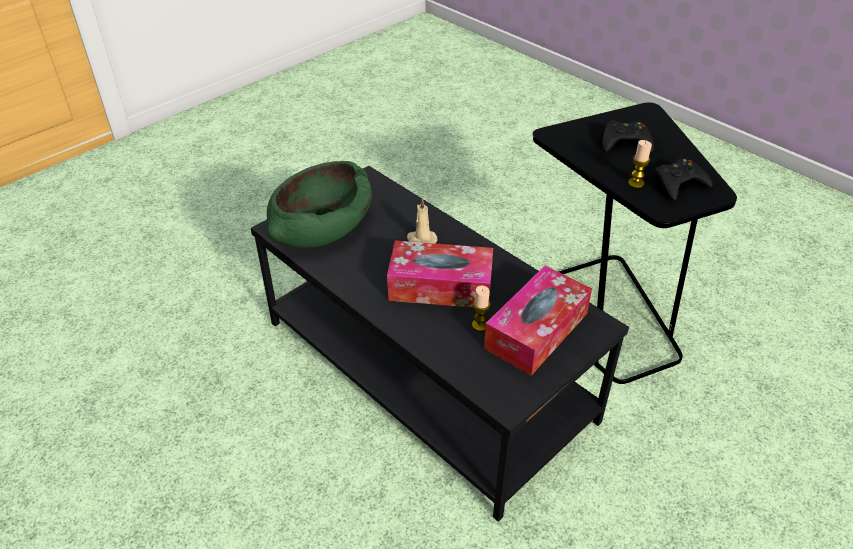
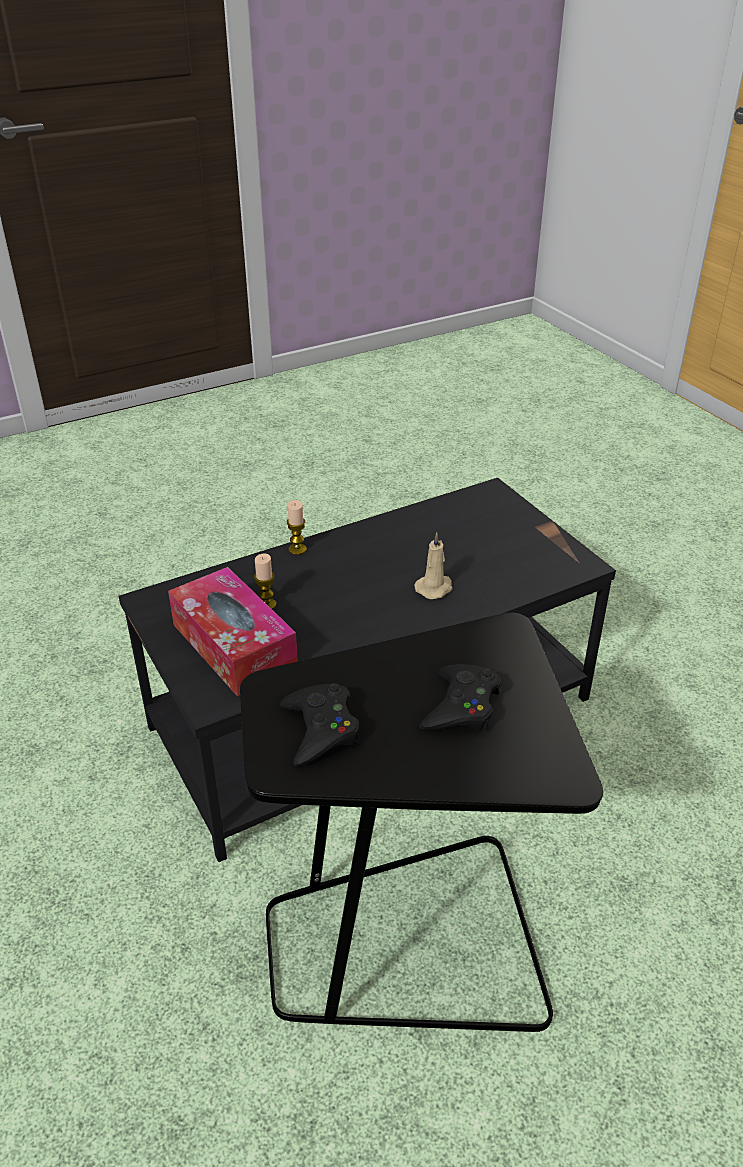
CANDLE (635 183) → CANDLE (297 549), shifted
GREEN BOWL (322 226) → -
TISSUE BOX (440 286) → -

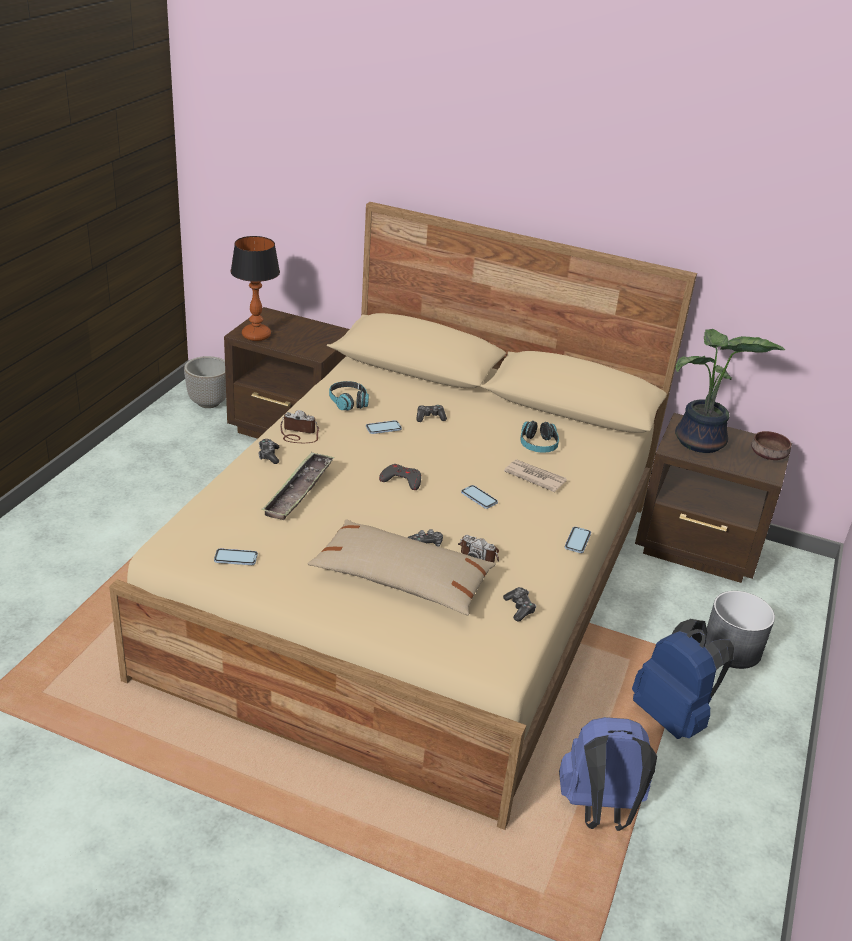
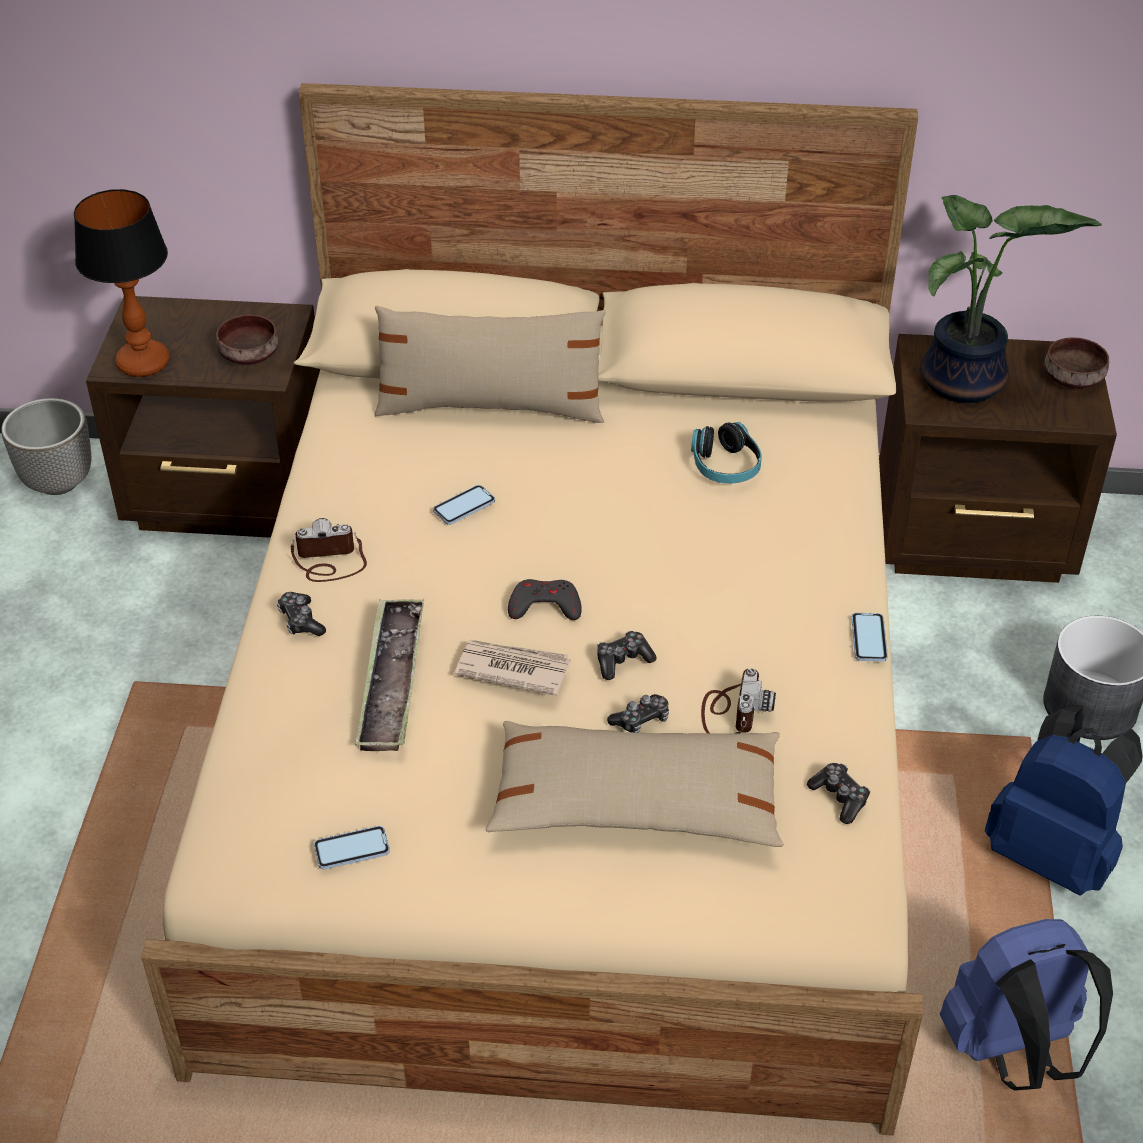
- → BROWN BOWL (251 354)
- → BEIGE PILLOW (490 407)
NEWSPAPER (534 477) → NEWSPAPER (512 669), shifted
GAME CONTROLLER (430 417) → GAME CONTROLLER (623 661), shifted
PHOTO CAMERA (479 553) → PHOTO CAMERA (732 712), 90 degrees counterclockwise
HEADPHONES (348 402) → -
PHONE (479 498) → -

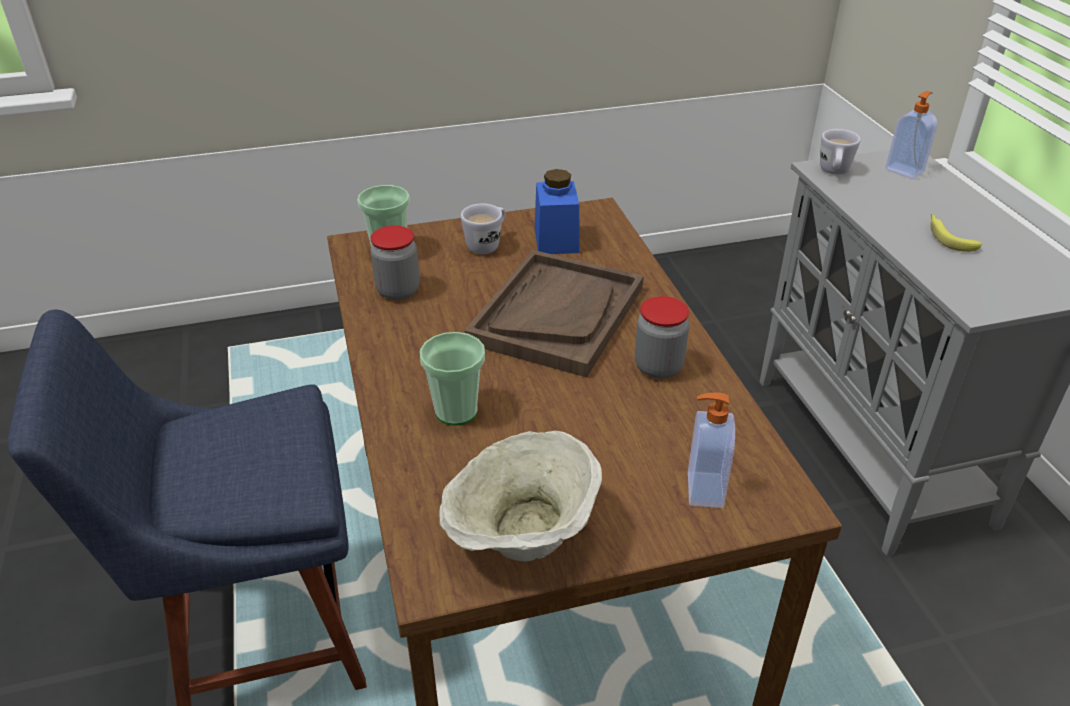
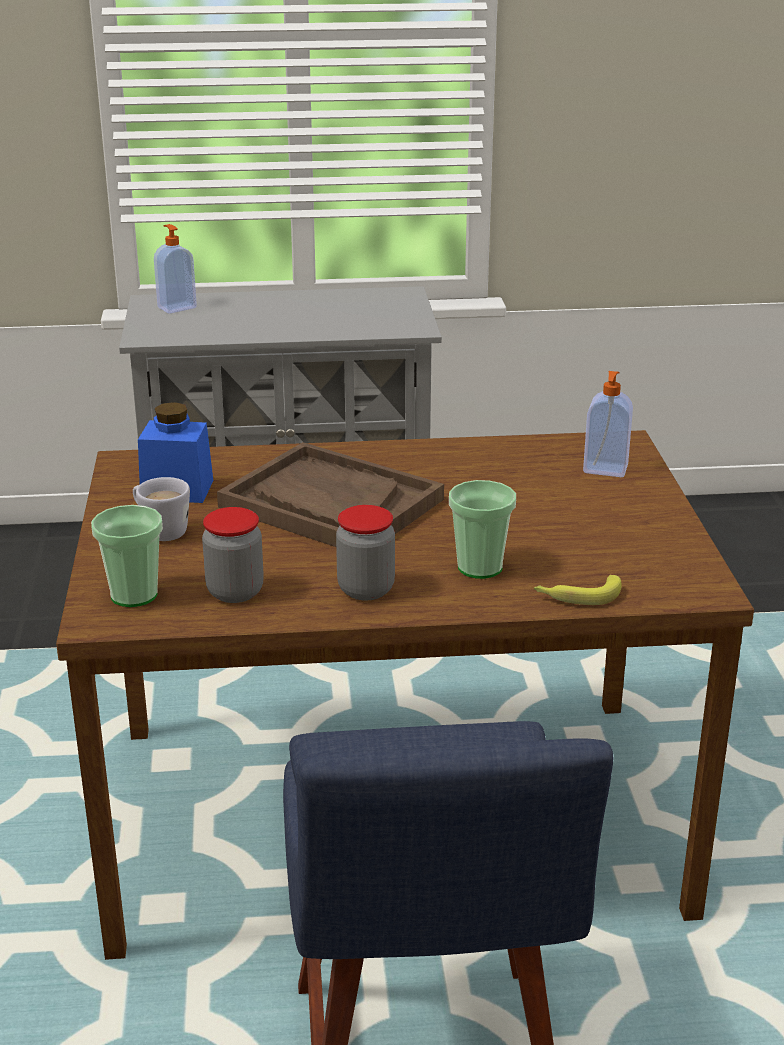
JAR (658 367) → JAR (366 589), shifted
BANANA (948 237) → BANANA (577 596), shifted
BEIGE BOWL (521 535) → -
WHITE MUG (833 172) → -

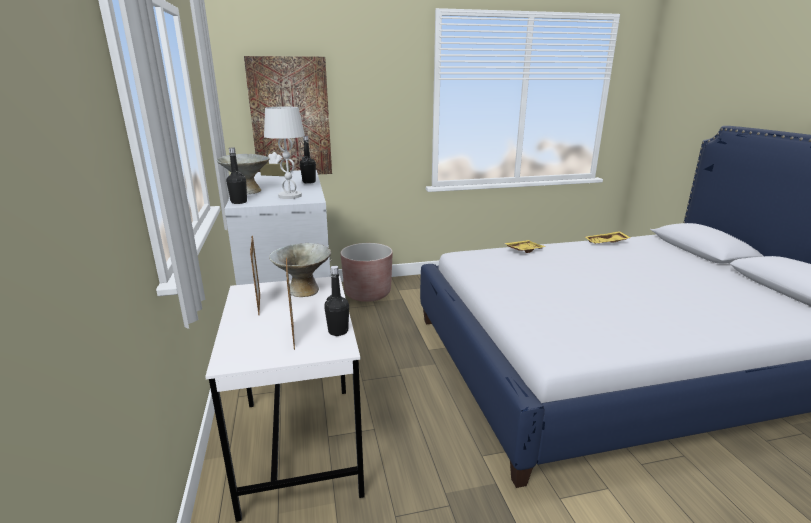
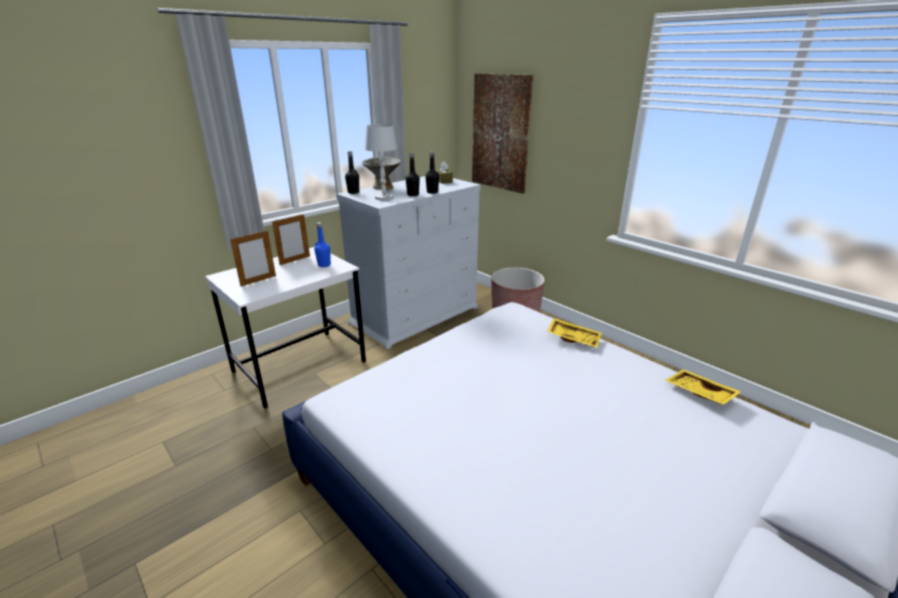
GREY BOWL (303 290) → BLUE BOTTLE (324 265)
BLACK BOTTLE (338 331) → BLACK BOTTLE (413 195), shifted

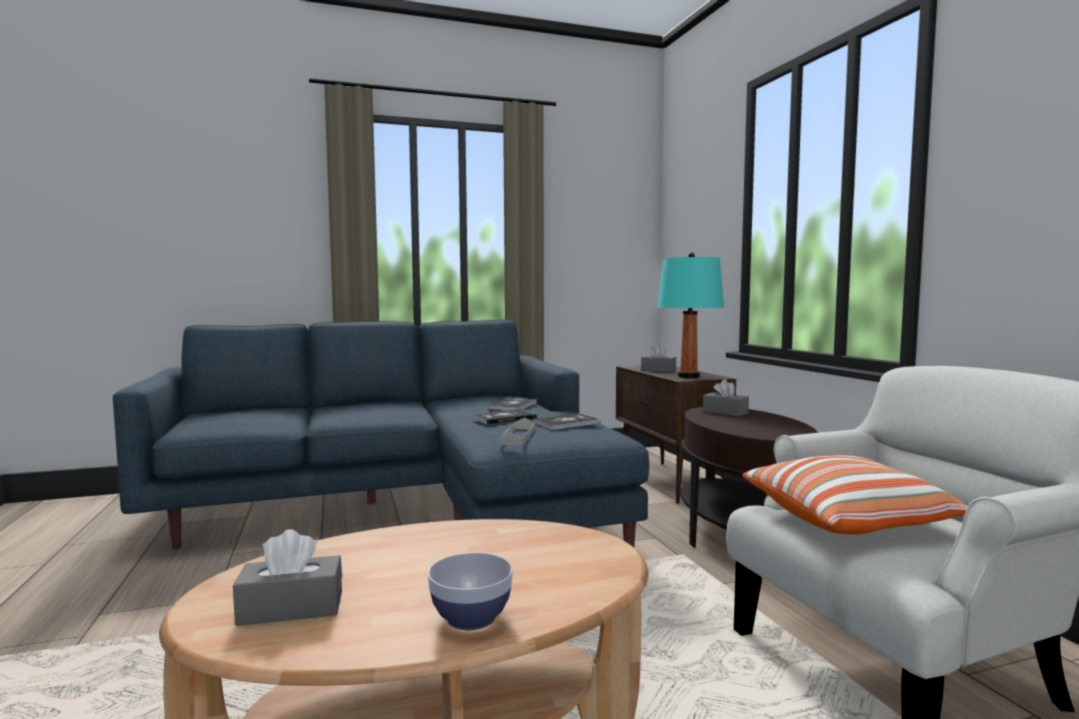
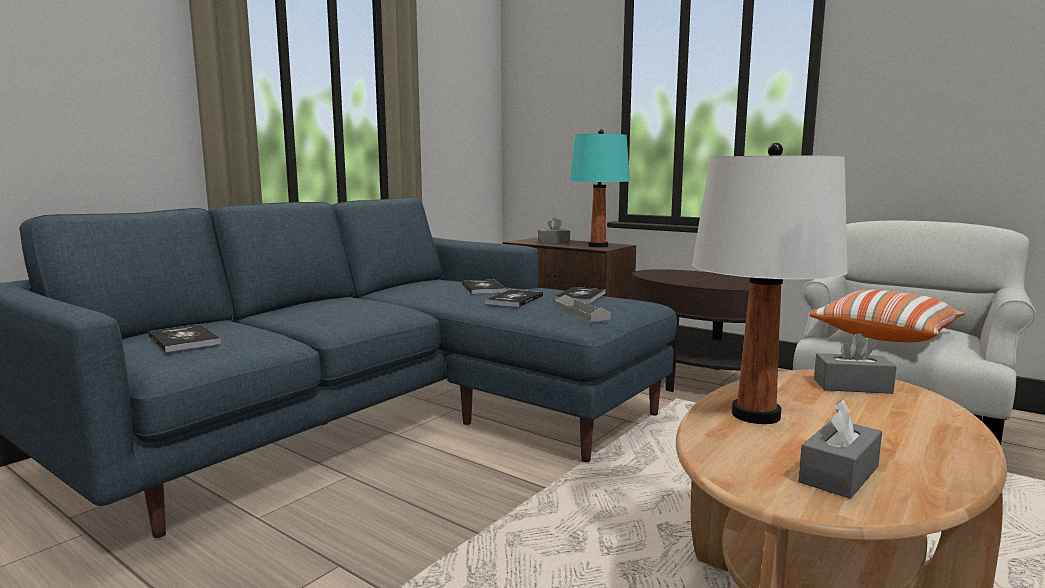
- → BOOK (184 340)
- → WHITE TABLE LAMP (755 415)
GREY TISSUE BOX (725 412) → GREY TISSUE BOX (852 386), shifted
BOWL (471 617) → -

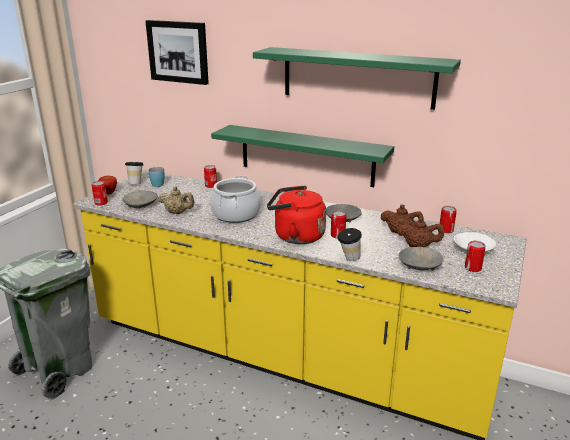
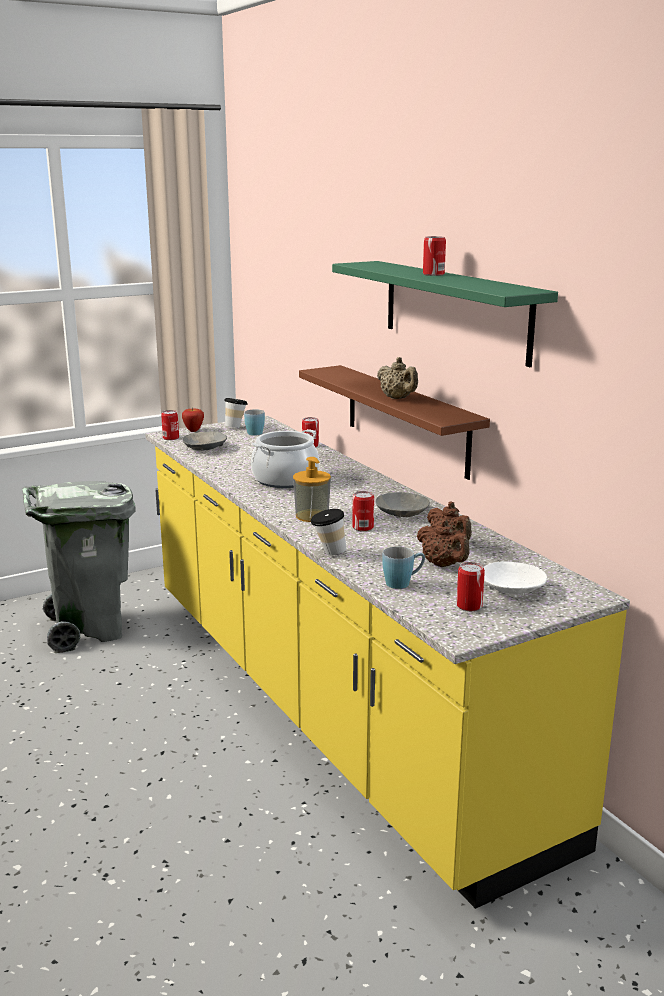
RED KETTLE (296 236) → SOAP DISPENSER (312 516)
GREEN SHELF (306 155) → BROWN SHELF (406 419)
BEIGE TEAPOT (177 213) → BEIGE TEAPOT (397 398), shifted
GREY BOWL (419 265) → BLUE MUG (403 583)
CAN (446 230) → CAN (433 274), shifted
PICTURE (178 52) → -

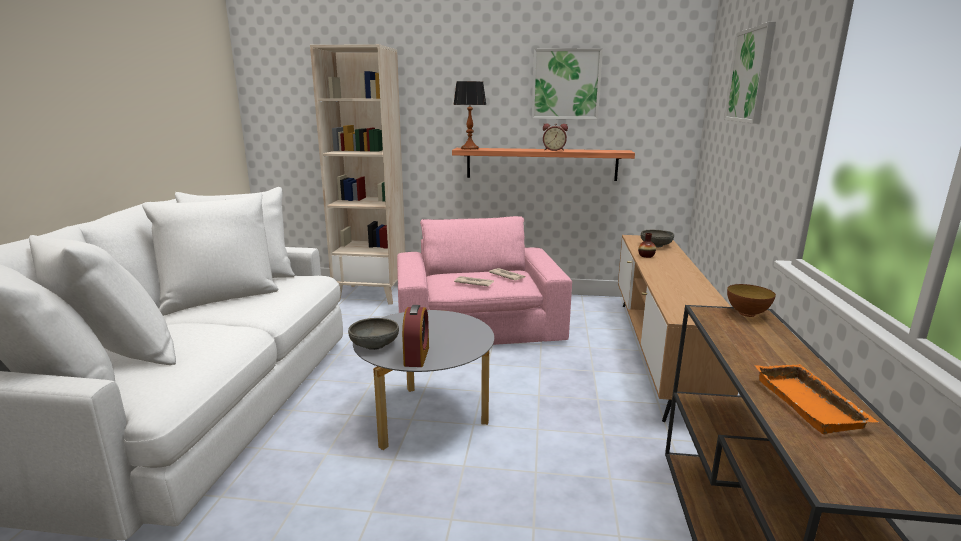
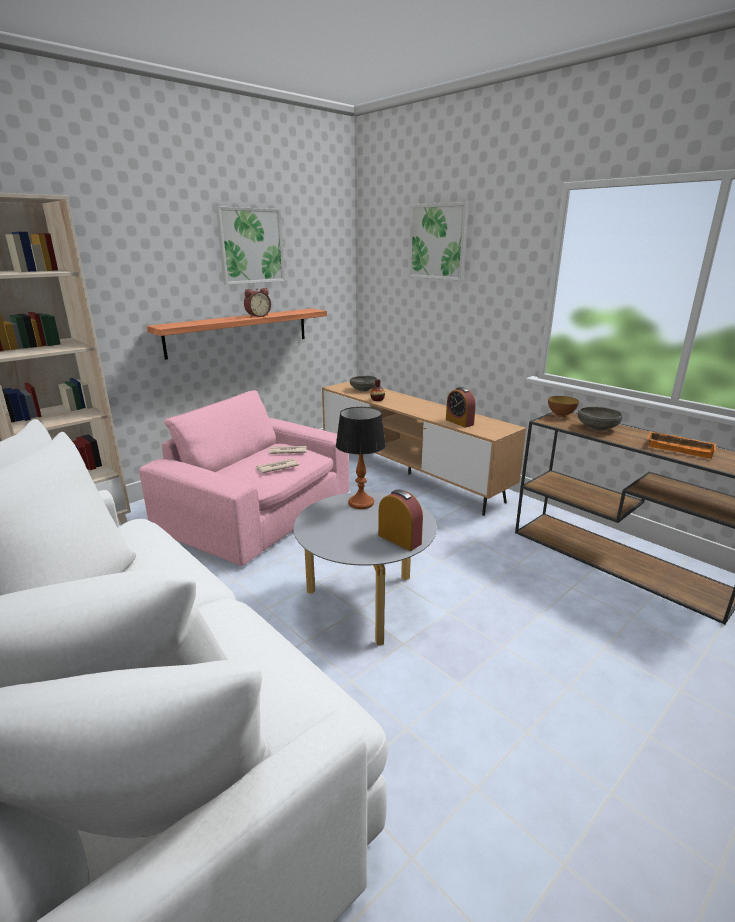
TABLE LAMP (469 148) → TABLE LAMP (360 503), shifted
- → ALARM CLOCK (459 422)
GREY BOWL (374 345) → GREY BOWL (597 428), shifted

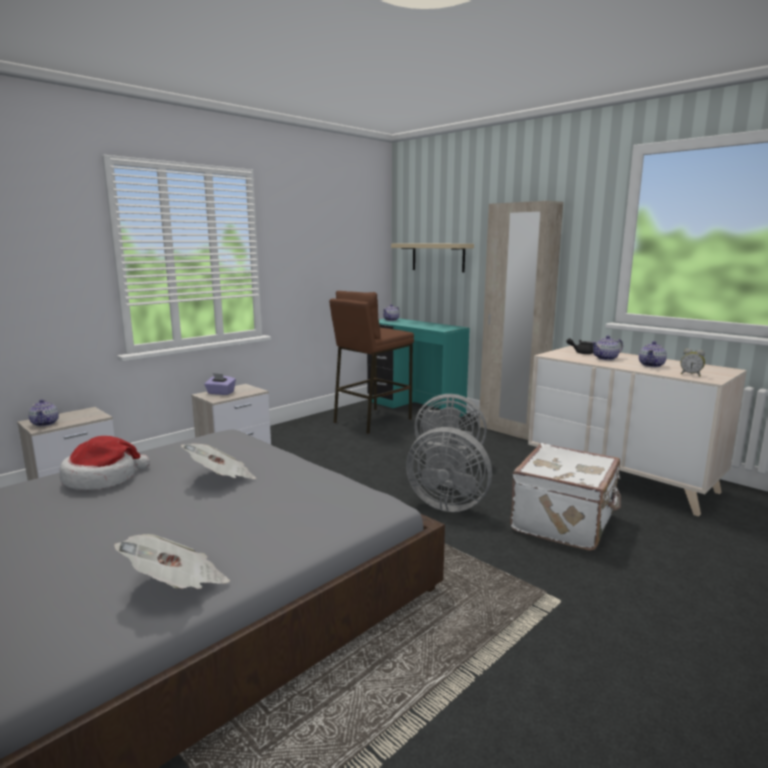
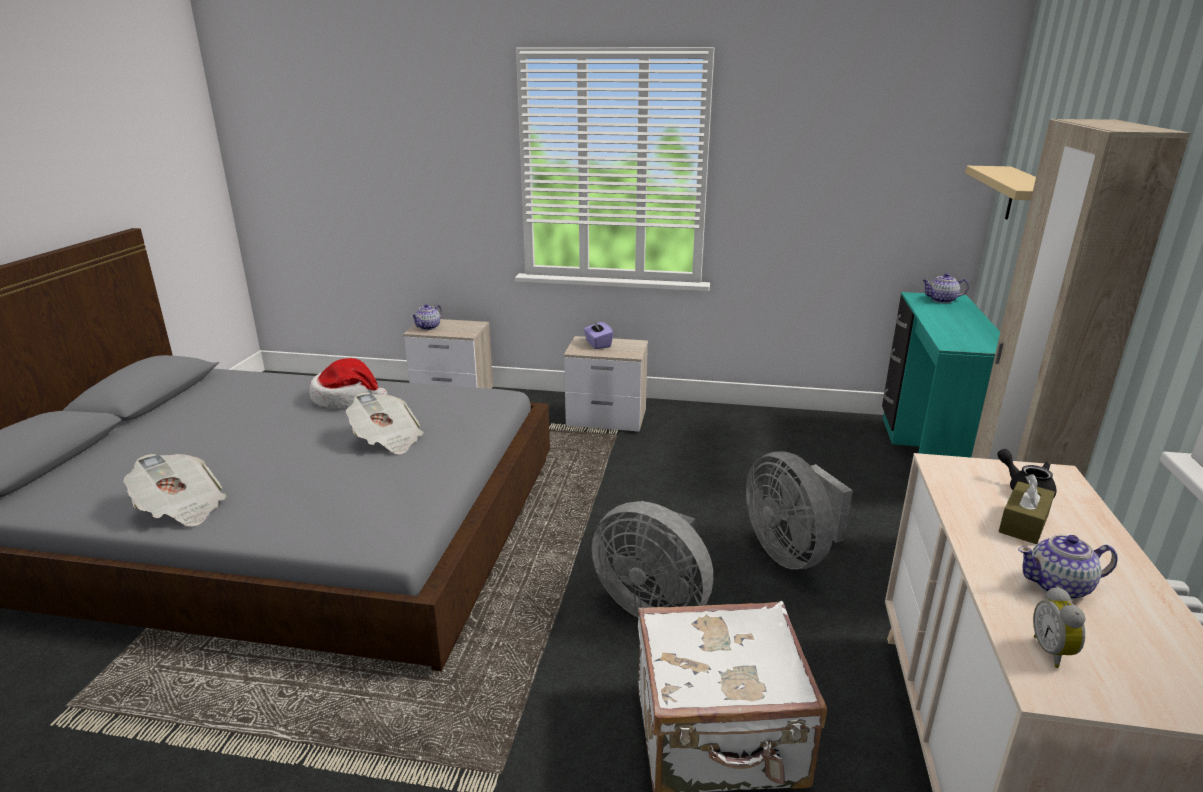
GREY FAN (447 504) → GREY FAN (652 604), 45 degrees counterclockwise
TEAPOT (606 358) → BROWN TISSUE BOX (1023 523)
BROWN STOOL (371 420) → -

